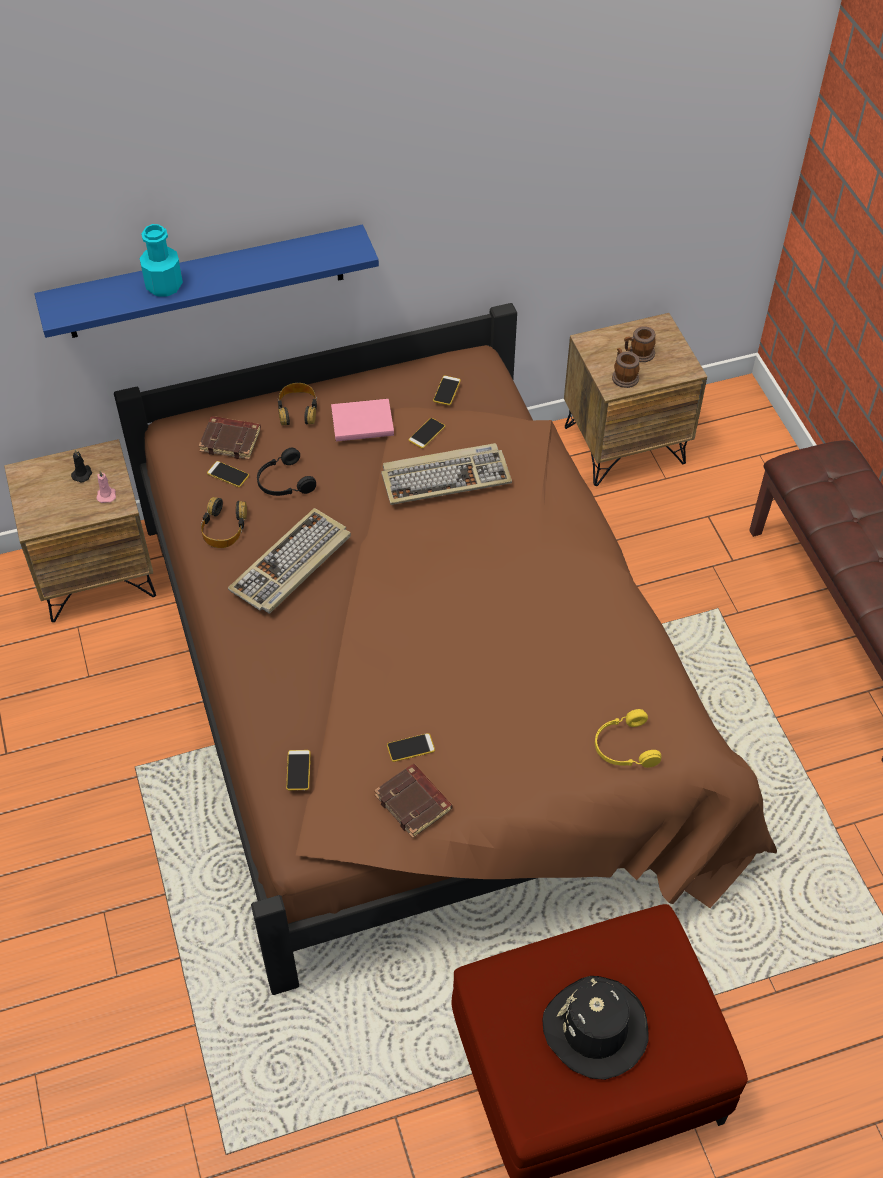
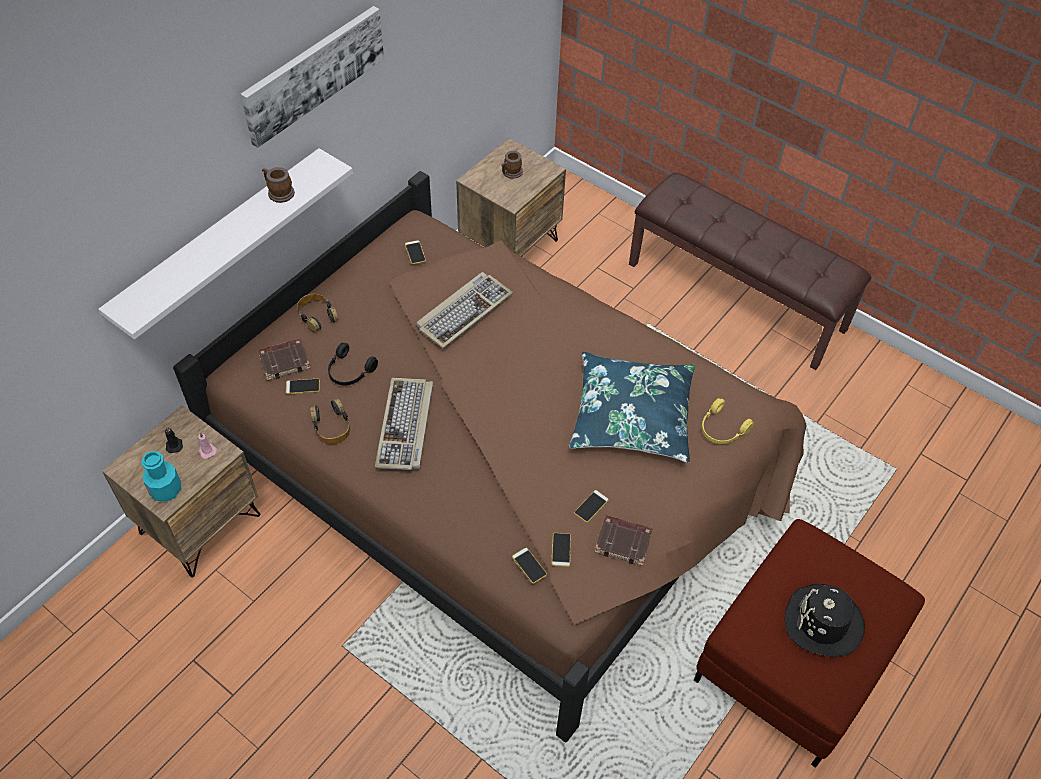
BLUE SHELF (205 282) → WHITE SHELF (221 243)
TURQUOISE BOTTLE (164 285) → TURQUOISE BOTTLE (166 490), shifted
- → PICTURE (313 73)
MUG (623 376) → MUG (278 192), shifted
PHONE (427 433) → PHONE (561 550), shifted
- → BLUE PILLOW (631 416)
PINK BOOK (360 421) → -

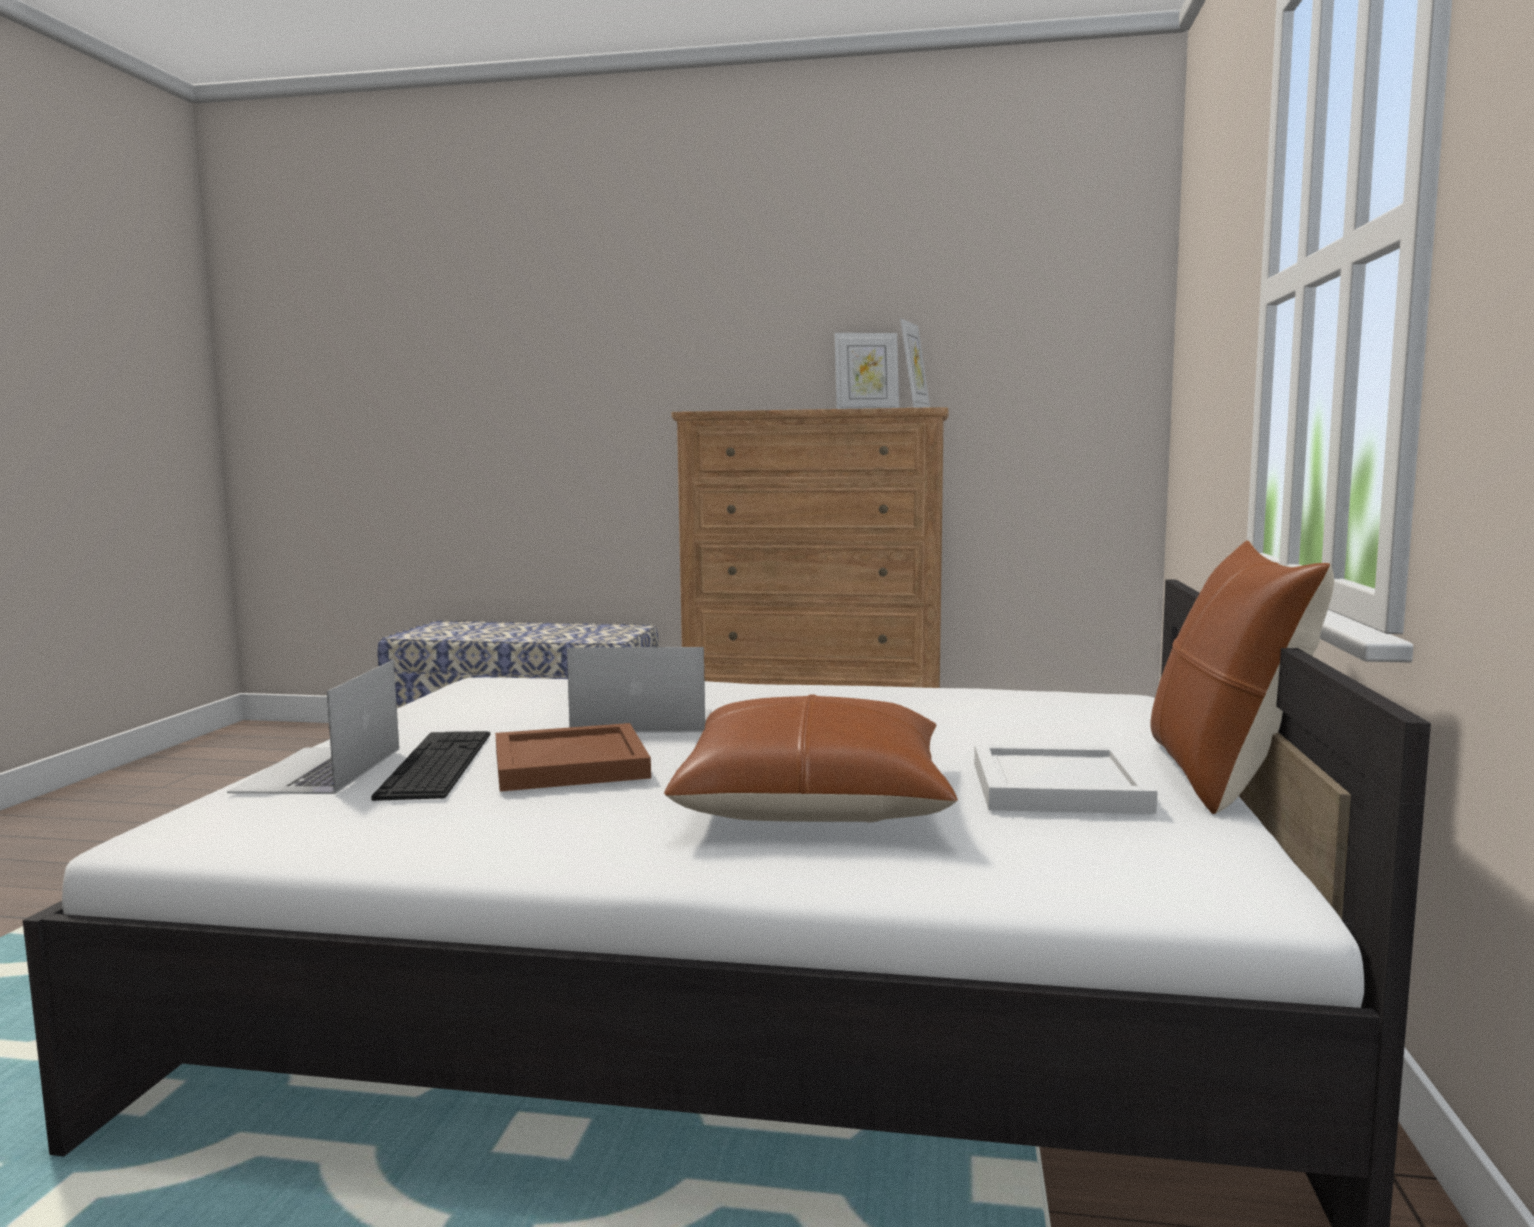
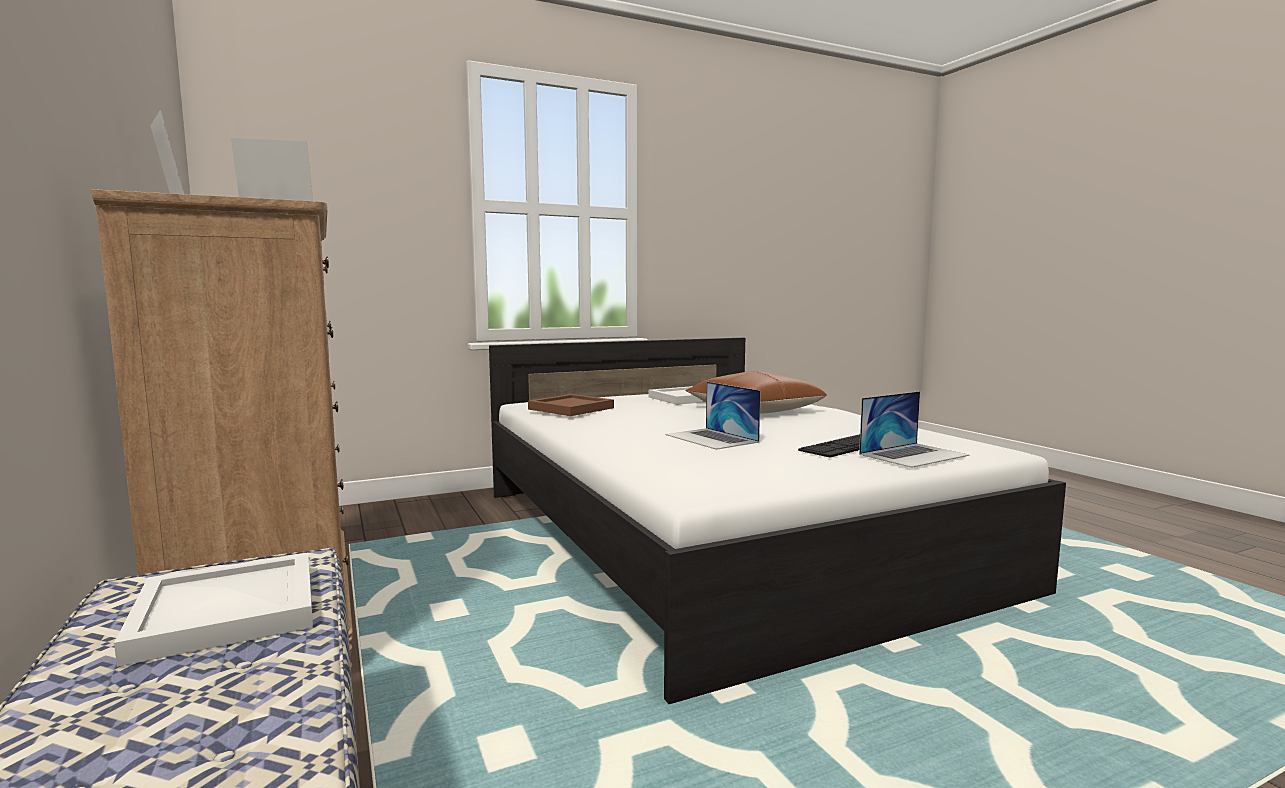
- → WHITE TRAY (230 610)
BROWN TRAY (567 764) → BROWN TRAY (571 409), shifted
BROWN PILLOW (1222 776) → -

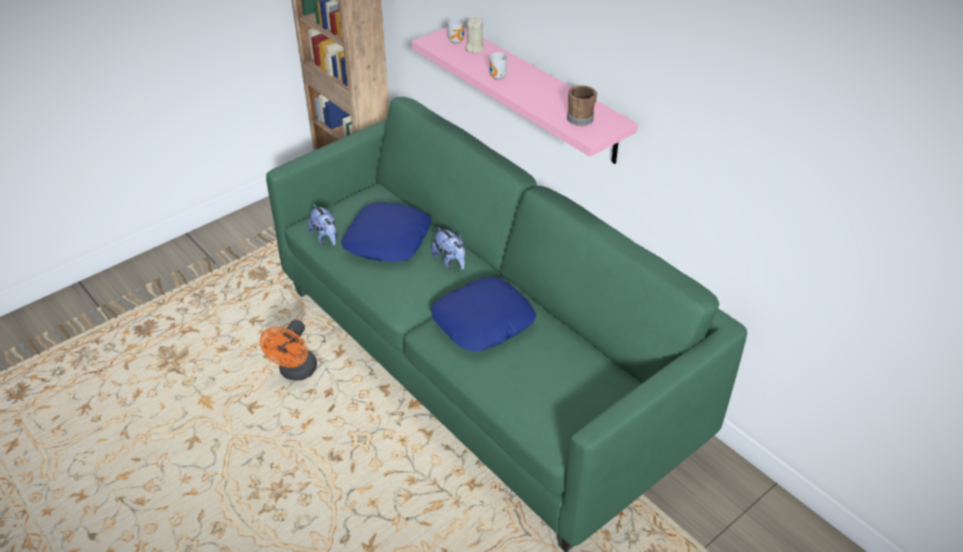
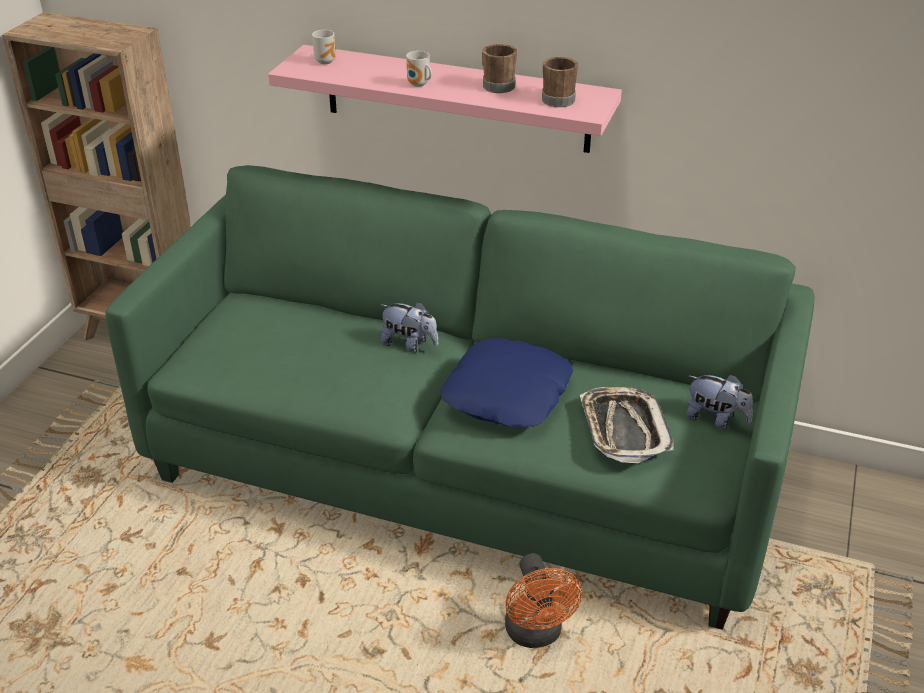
- → BROWN MUG (496 85)
ORANGE FAN (295 372) → ORANGE FAN (536 634), shifted
- → TRAY (623 429)
PLUSH TOY (326 238) → PLUSH TOY (716 419), shifted
BLUE PILLOW (388 240) → -
BEIGE CANDLE (475 48) → -

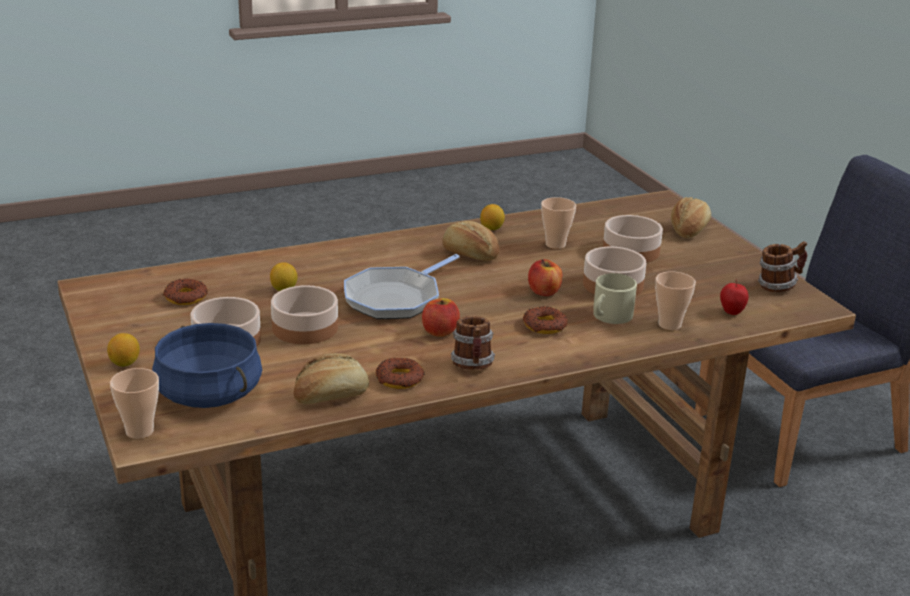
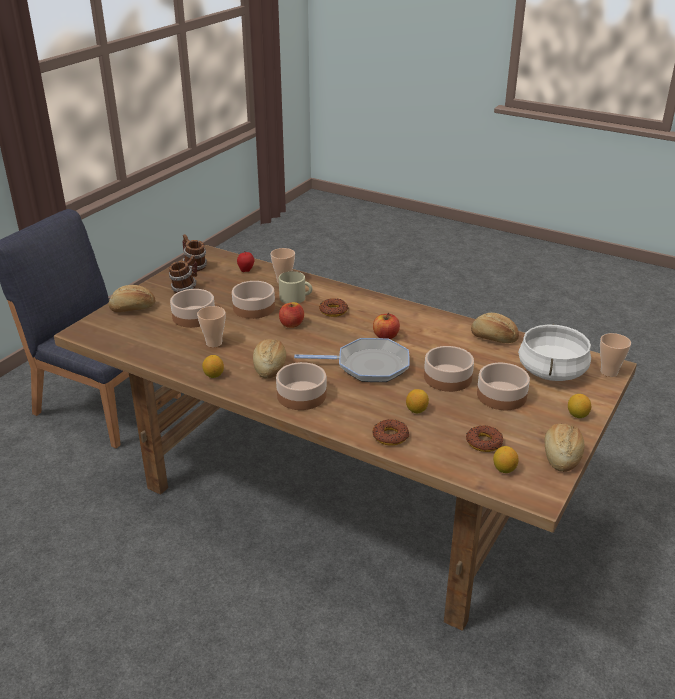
MUG (473 366) → MUG (185 288), shifted
- → BOWL (300 395)
DONUT (399 379) → DONUT (390 436), shifted
- → LEMON (504 469)
BLUE COOKING POT (210 394) → WHITE COOKING POT (551 371)
- → BREAD (561 455)

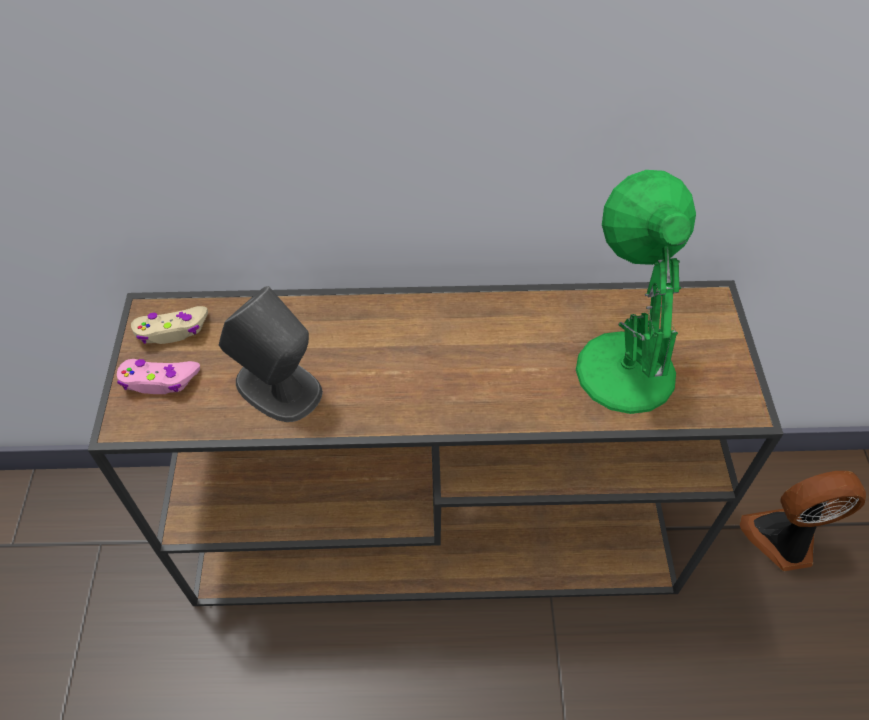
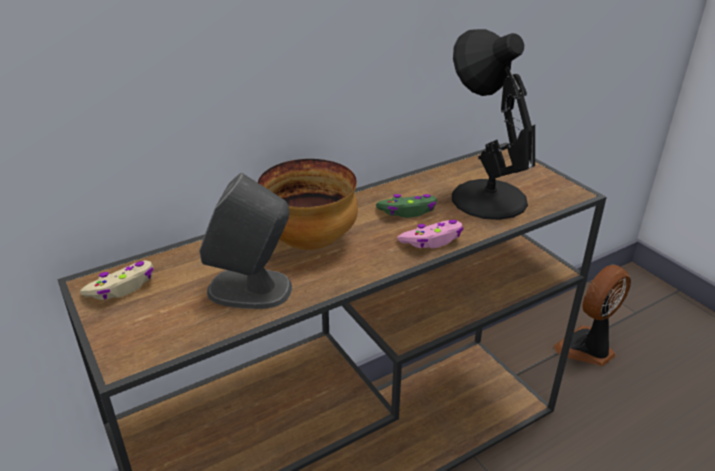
- → BOWL (311 242)
- → GREEN GAME CONTROLLER (408 211)
PINK GAME CONTROLLER (159 380) → PINK GAME CONTROLLER (432 240), shifted
GREEN TABLE LAMP (623 366) → BLACK TABLE LAMP (485 197)

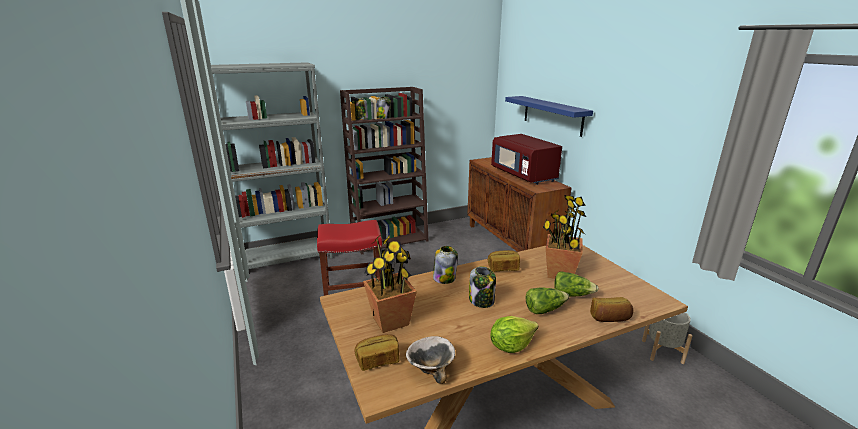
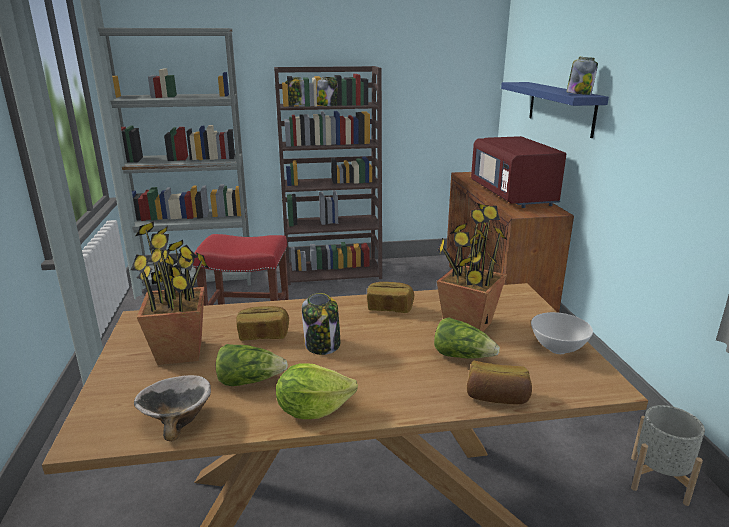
LETTUCE (544 309) → LETTUCE (249 381), shifted
BREAD (378 360) → BREAD (263 335), shifted
- → WHITE BOWL (557 350)
JAR (444 278) → JAR (579 94), shifted

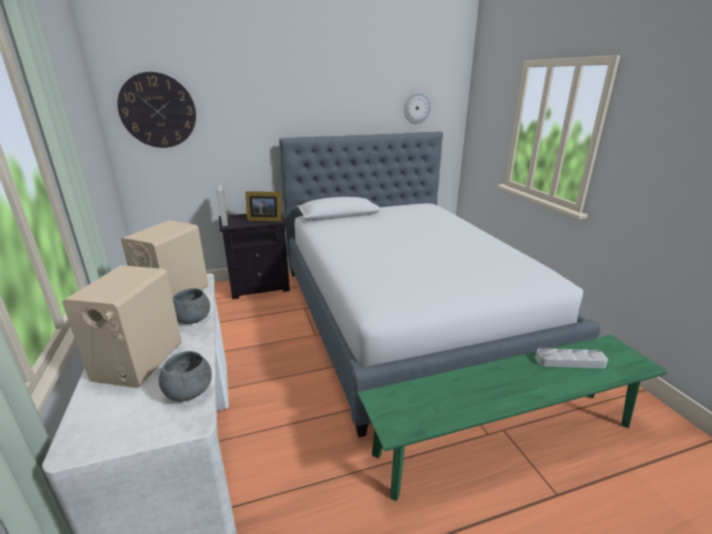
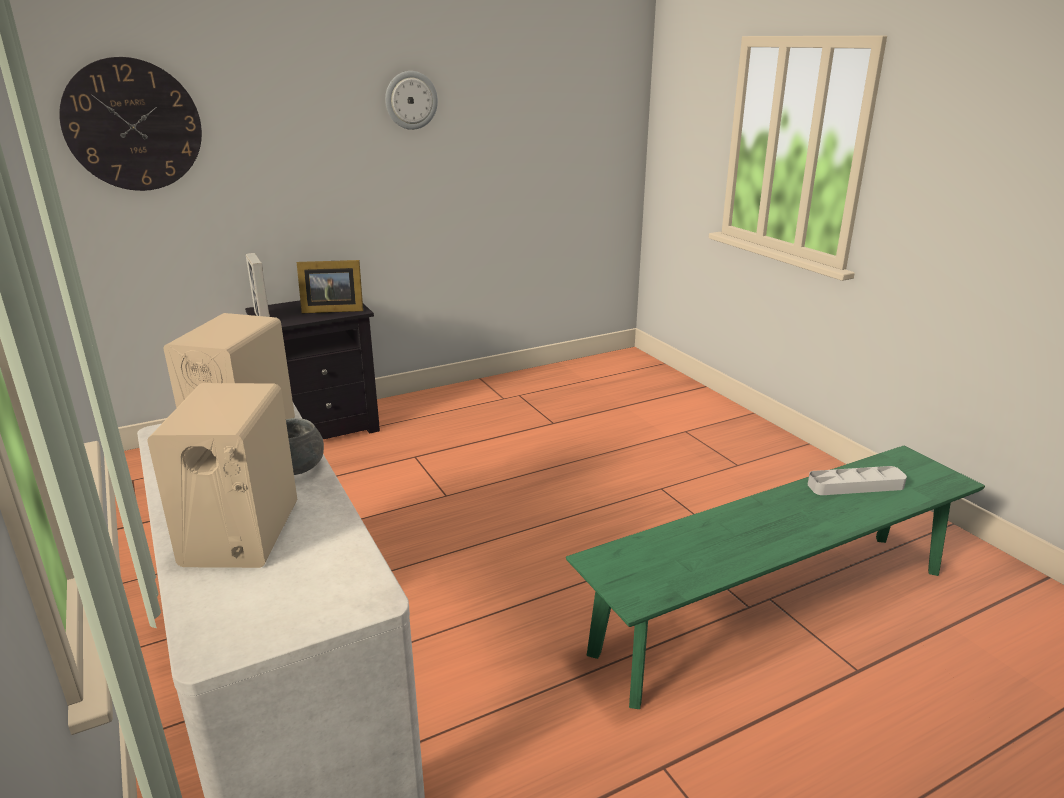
WALL CLOCK (417 108) → WALL CLOCK (411 100), shifted
GREY BOWL (189 392) → -
BED (405 316) → -

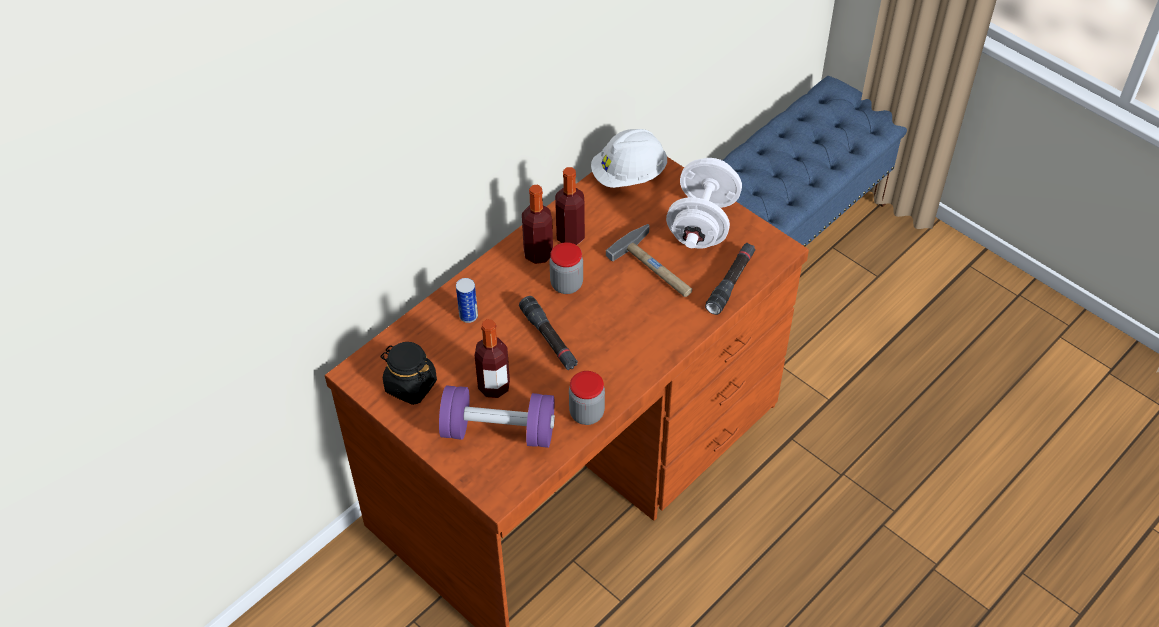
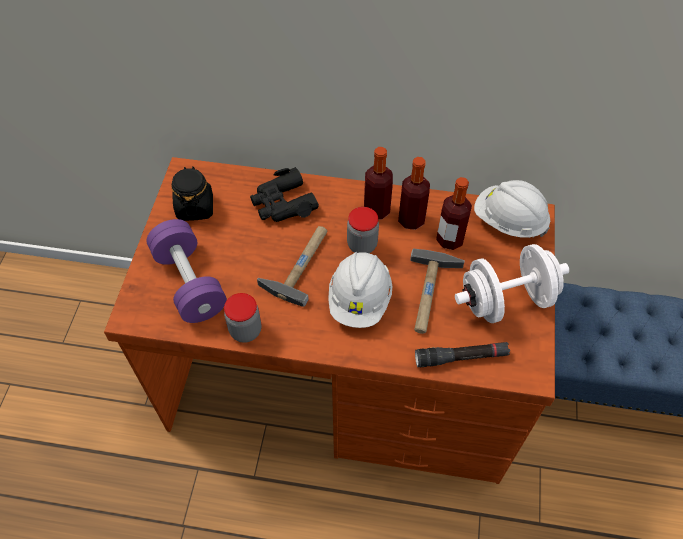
CAN (468 316) → BLACK BINOCULARS (283 203)
BLACK FLASHLIGHT (549 338) → HAMMER (300 264)
- → WHITE HARD HAT (360 300)
BOTTLE (494 386) → BOTTLE (449 239), shifted

